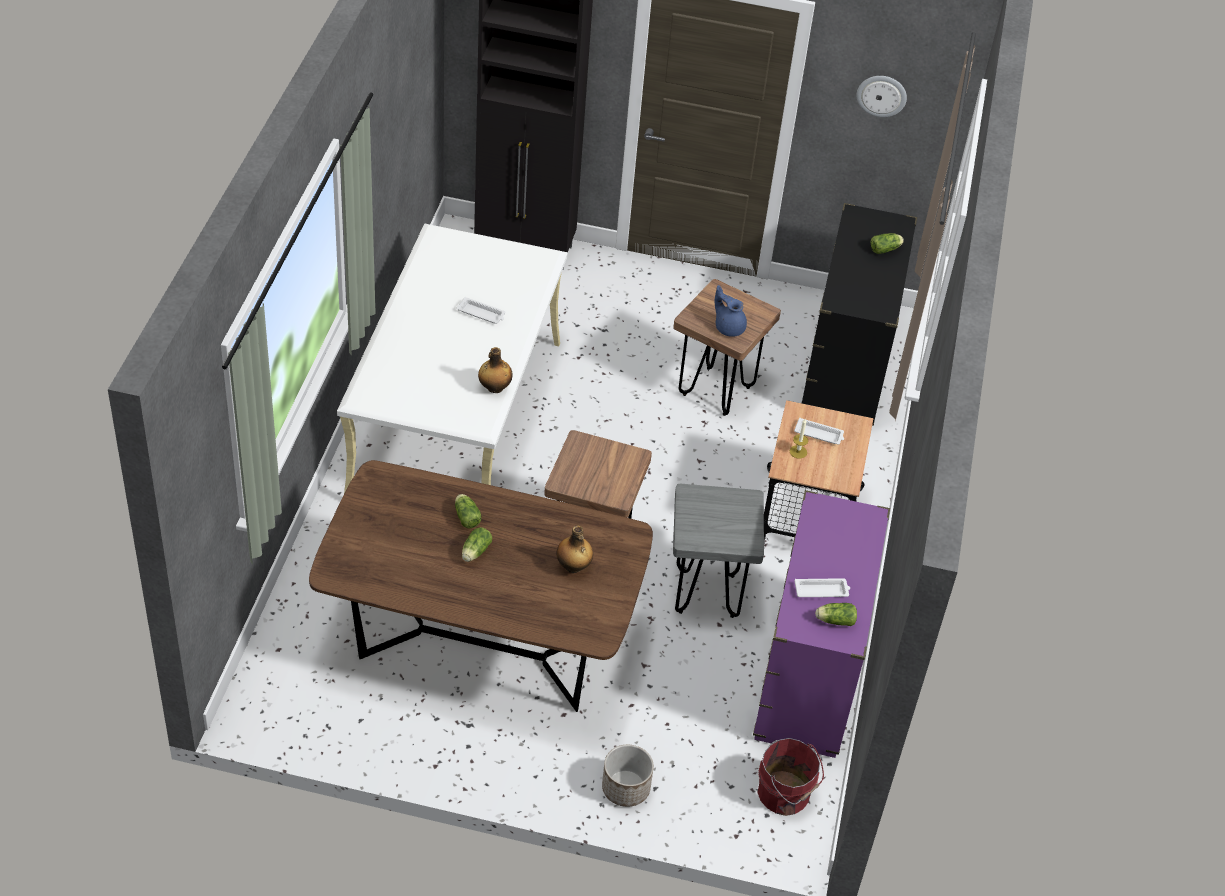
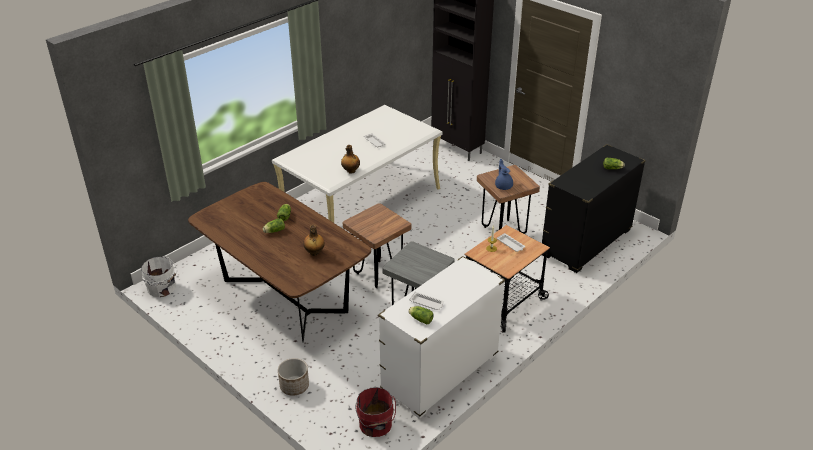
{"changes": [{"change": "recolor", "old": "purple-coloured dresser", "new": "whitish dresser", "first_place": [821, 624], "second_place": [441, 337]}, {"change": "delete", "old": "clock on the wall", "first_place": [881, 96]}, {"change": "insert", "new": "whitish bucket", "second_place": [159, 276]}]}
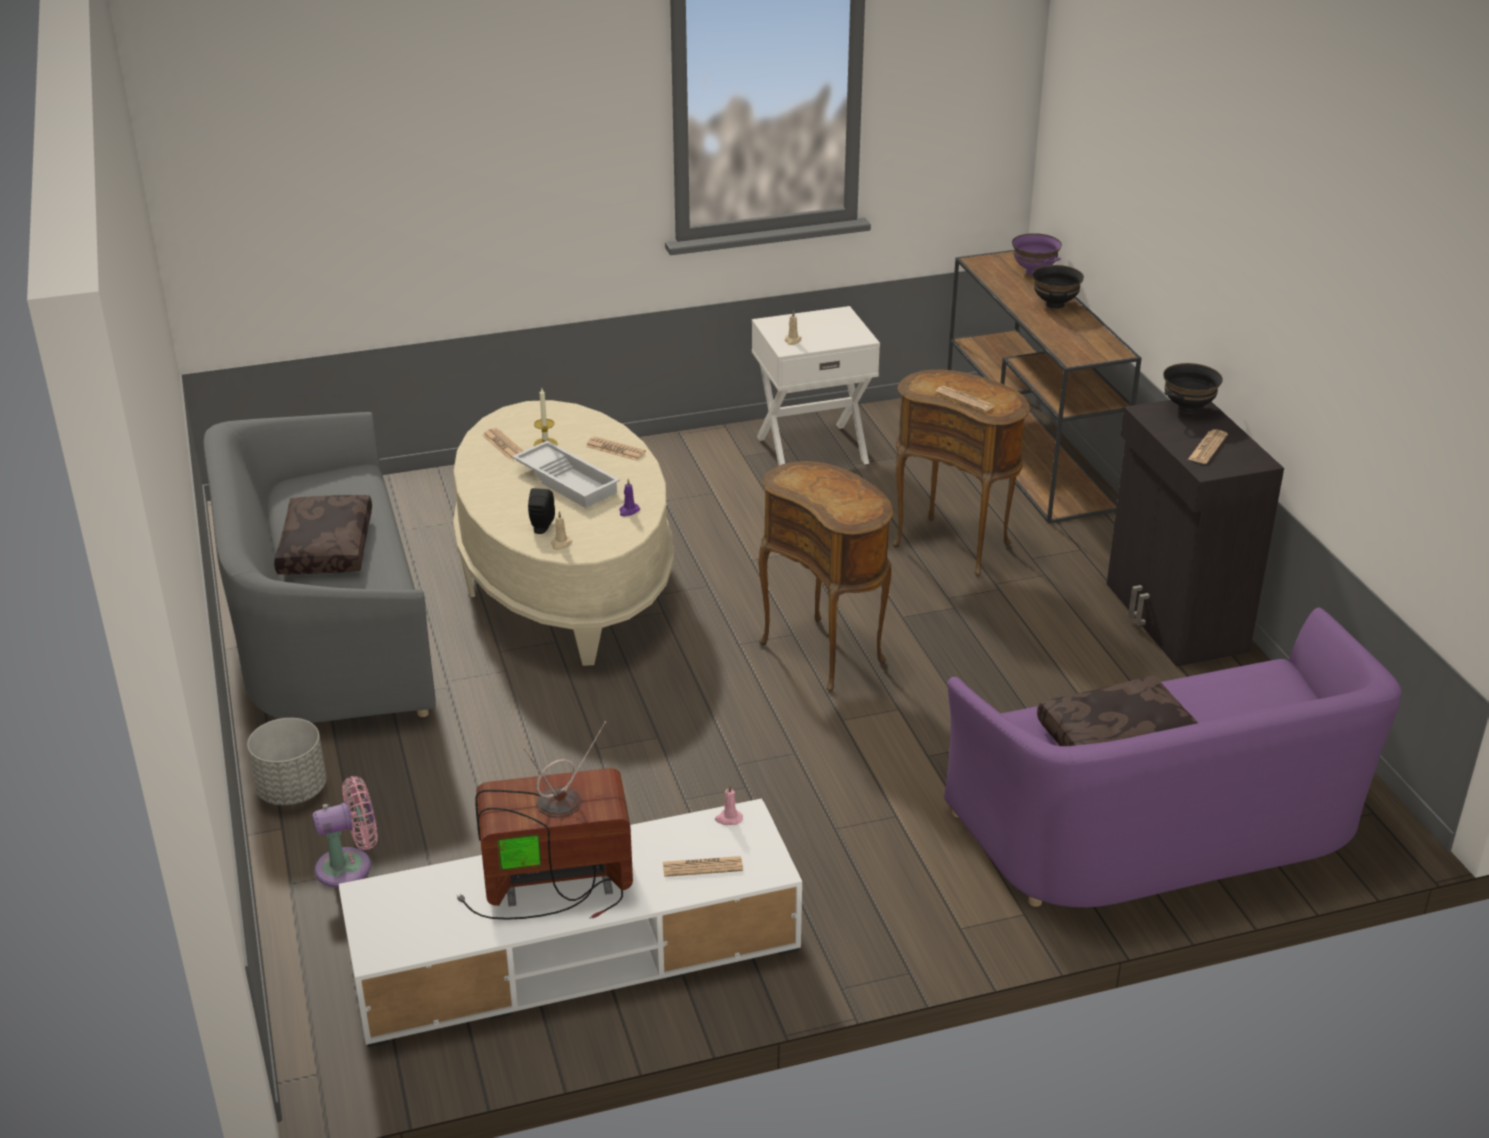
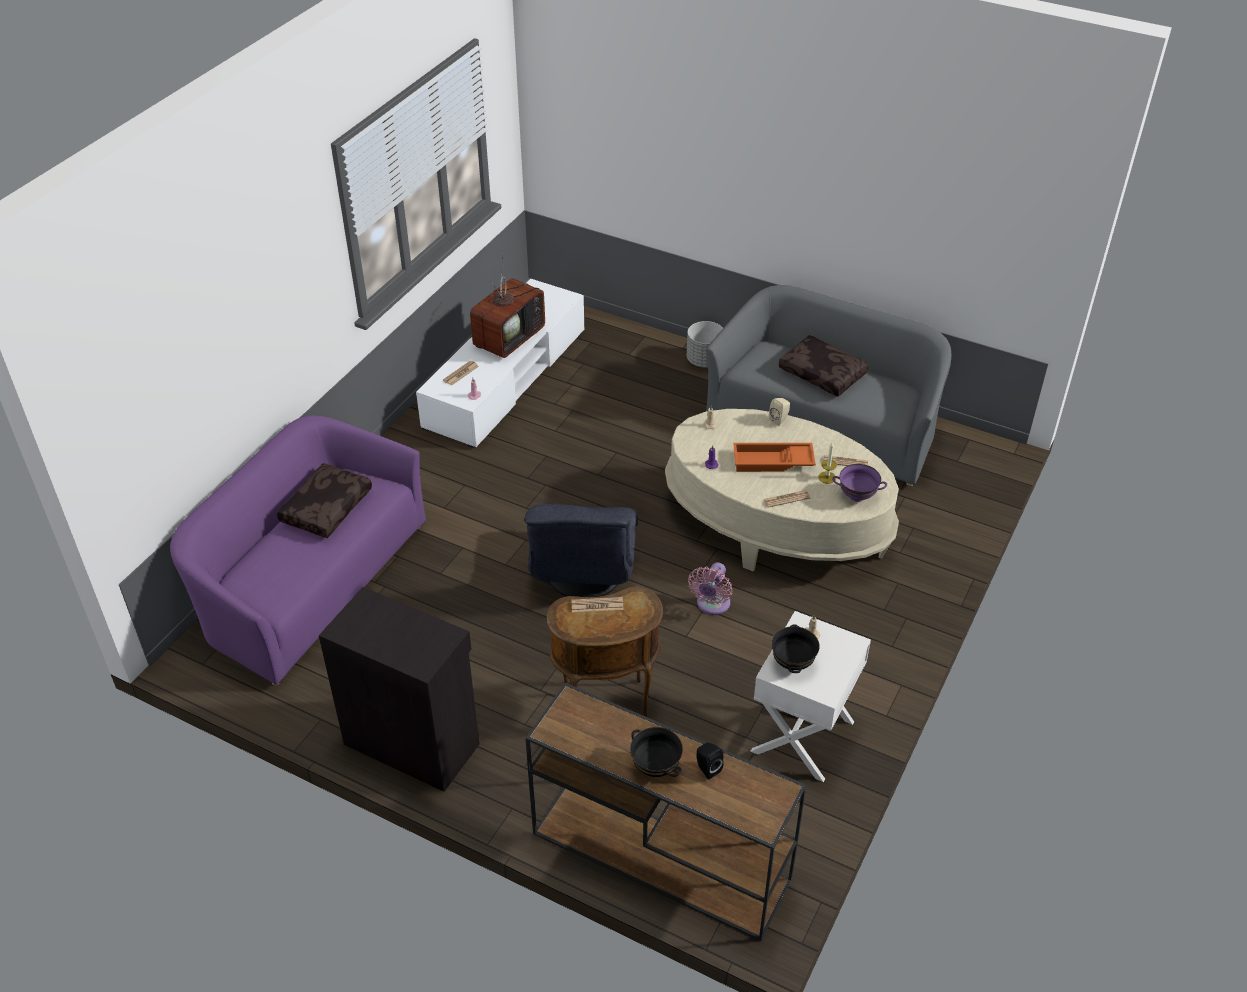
{"changes": [{"change": "move", "old": "pink-coloured fan", "first_place": [345, 832], "second_place": [710, 588]}, {"change": "recolor", "old": "whitish serving tray", "new": "orange-coloured serving tray", "first_place": [566, 474], "second_place": [774, 457]}, {"change": "move", "old": "black speaker", "first_place": [541, 511], "second_place": [710, 761]}, {"change": "replace", "old": "brownish end table", "new": "gray lounge chair", "first_place": [825, 576], "second_place": [581, 550]}, {"change": "move", "old": "purple-coloured serving bowl", "first_place": [1037, 254], "second_place": [859, 483]}, {"change": "move", "old": "black serving bowl", "first_place": [1193, 388], "second_place": [795, 648]}, {"change": "delete", "old": "daily paper", "first_place": [1208, 446]}, {"change": "insert", "new": "beige speaker", "second_place": [779, 412]}]}
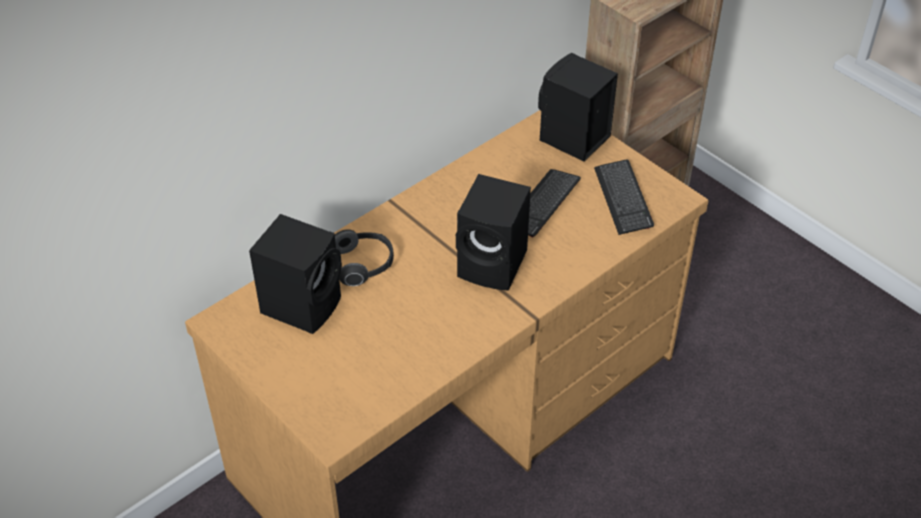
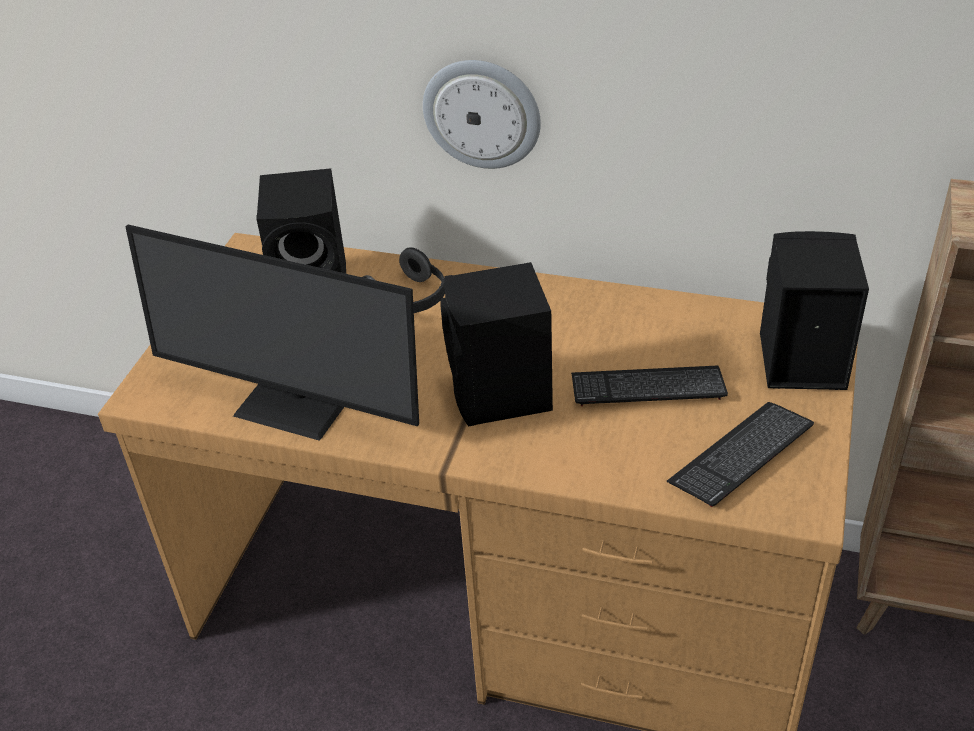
{"changes": [{"change": "insert", "new": "computer display", "second_place": [272, 333]}, {"change": "insert", "new": "clock on the wall", "second_place": [482, 114]}]}
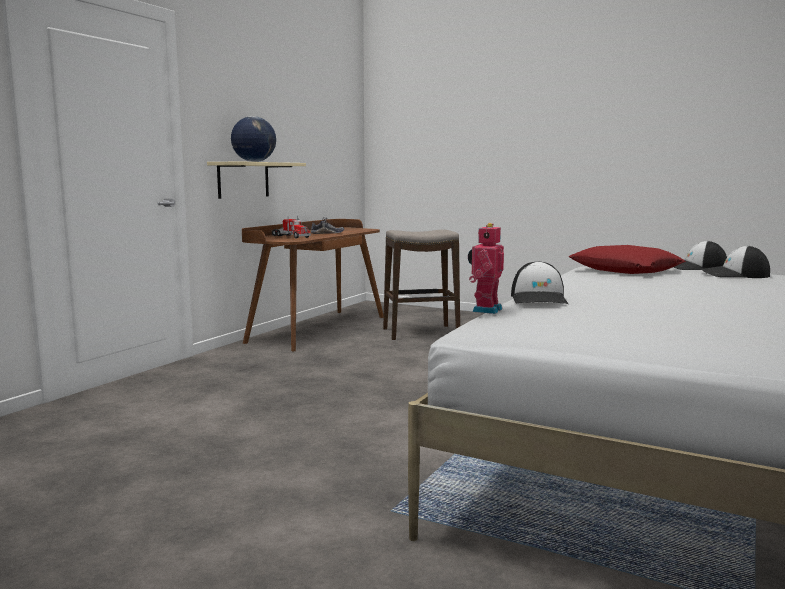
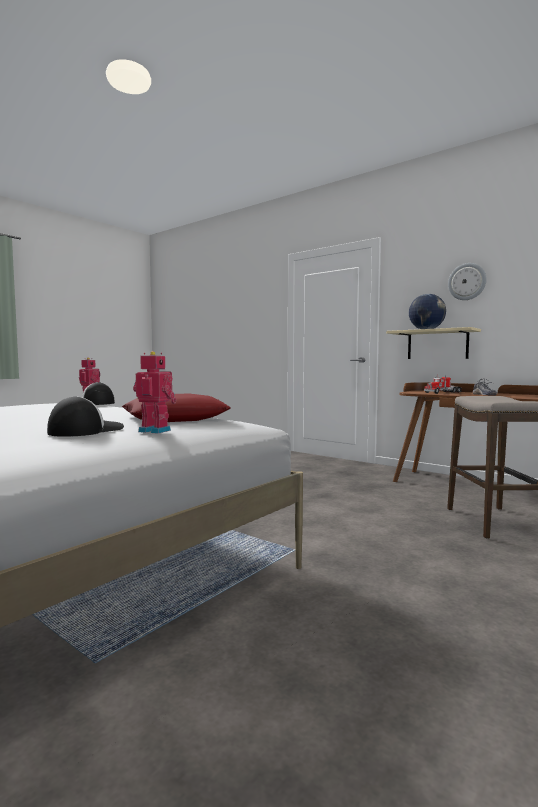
{"changes": [{"change": "replace", "old": "baseball cap", "new": "model robot", "first_place": [700, 255], "second_place": [155, 392]}, {"change": "insert", "new": "clock on the wall", "second_place": [467, 281]}]}
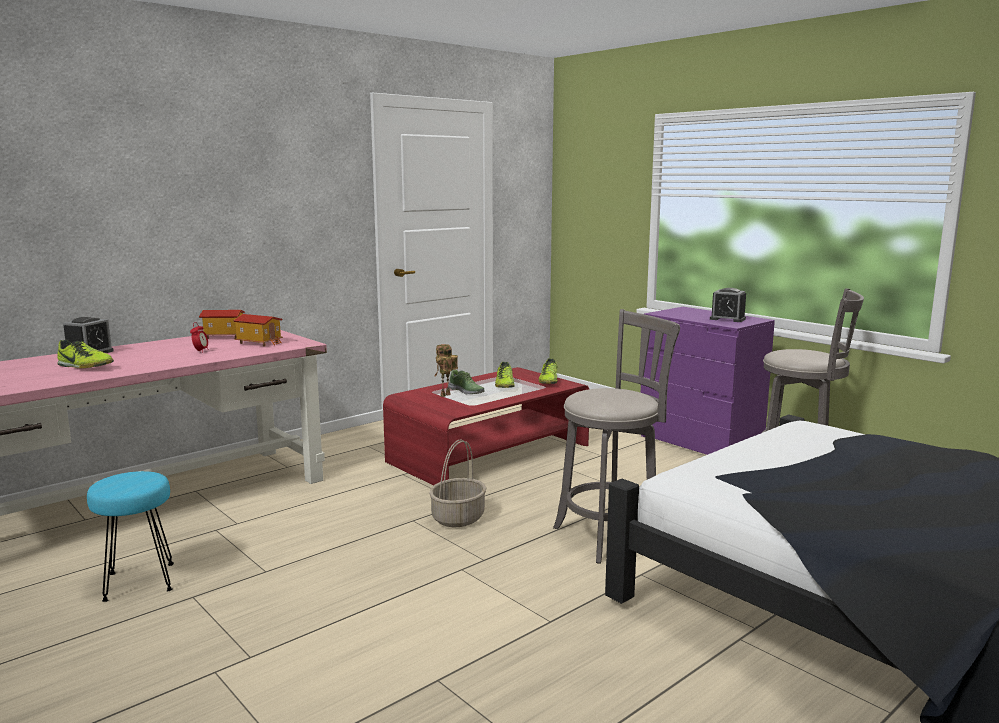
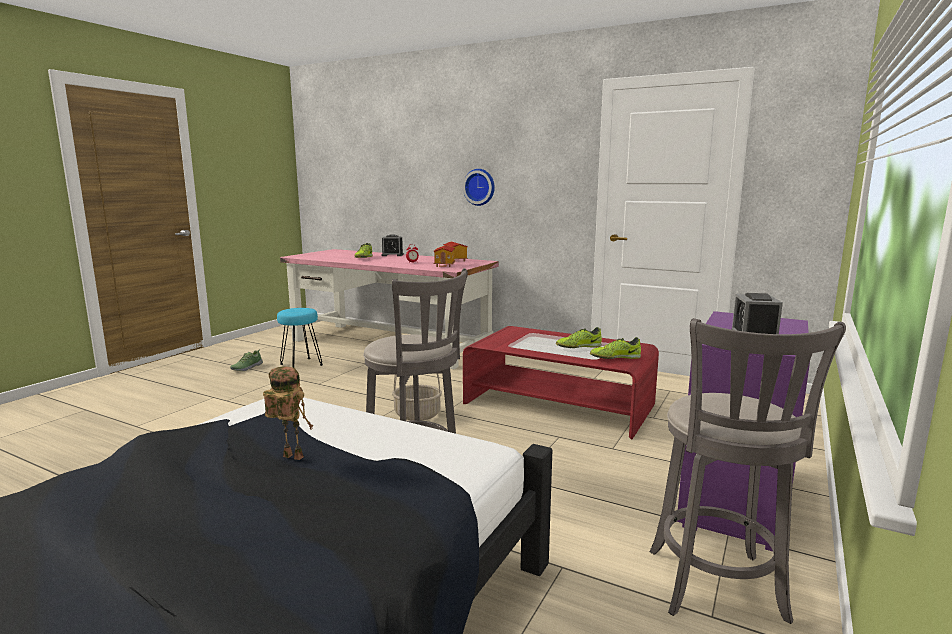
{"changes": [{"change": "move", "old": "model robot", "first_place": [446, 370], "second_place": [288, 413]}, {"change": "move", "old": "item of footwear", "first_place": [466, 382], "second_place": [246, 360]}, {"change": "insert", "new": "clock on the wall", "second_place": [479, 187]}]}
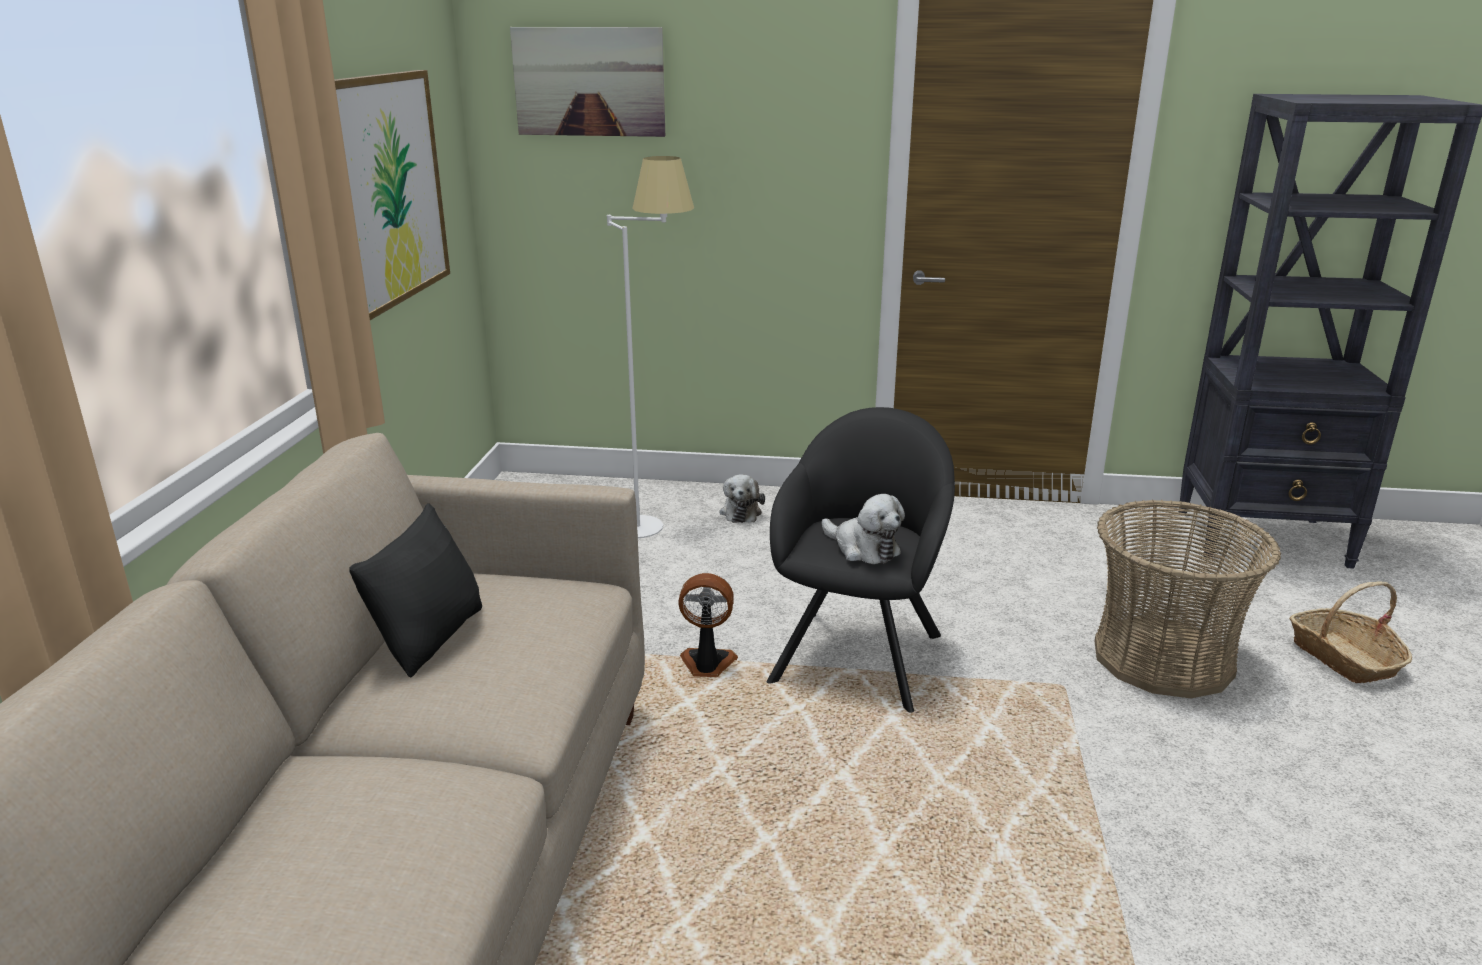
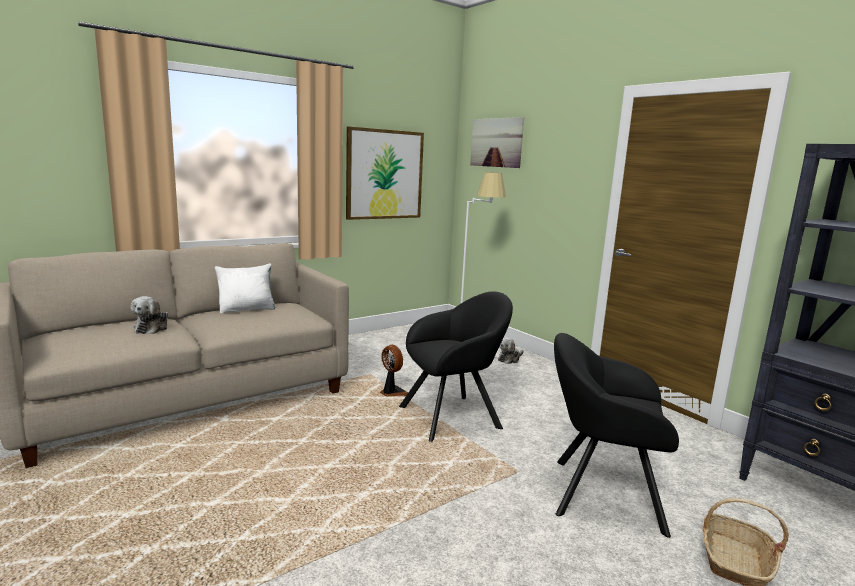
{"changes": [{"change": "recolor", "old": "black throw pillow", "new": "whitish throw pillow", "first_place": [416, 590], "second_place": [245, 288]}, {"change": "move", "old": "plush toy", "first_place": [863, 529], "second_place": [149, 315]}, {"change": "replace", "old": "storage basket", "new": "black lounge chair", "first_place": [1187, 599], "second_place": [616, 435]}]}
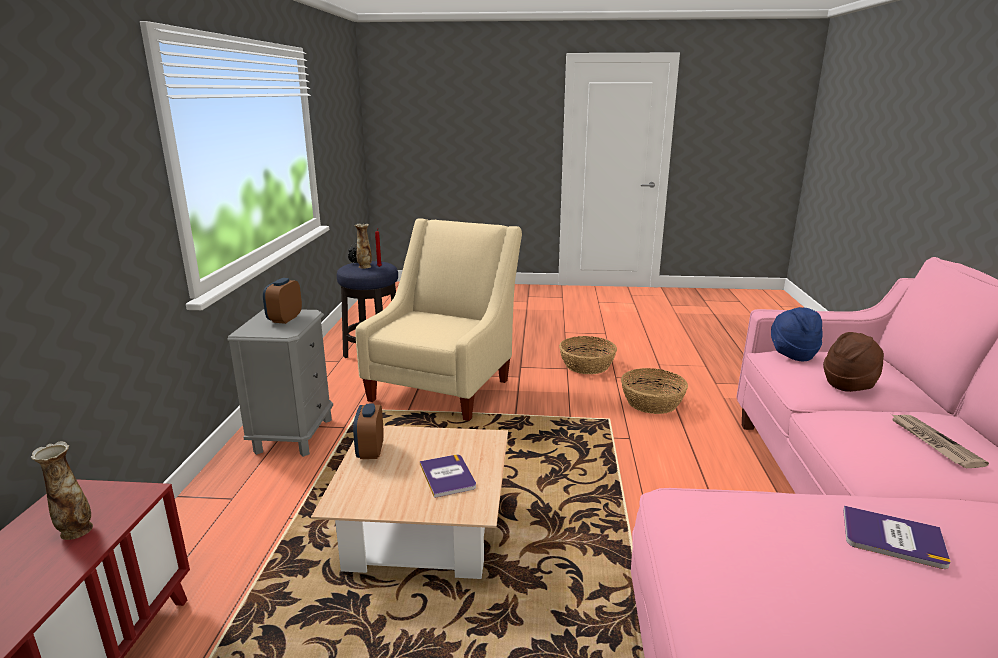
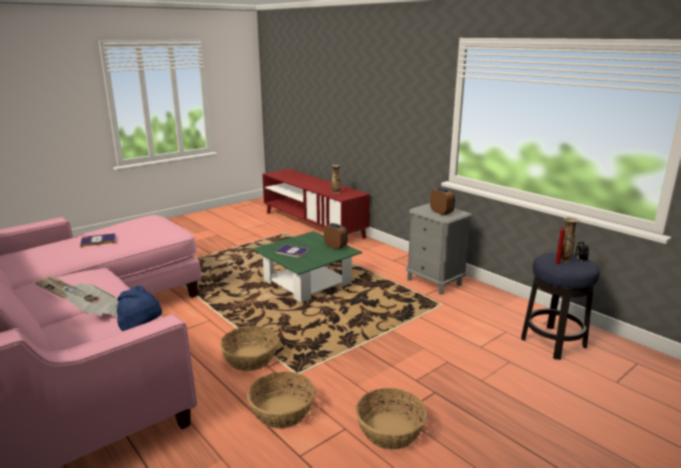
{"changes": [{"change": "recolor", "old": "beige lounge table", "new": "green-coloured lounge table", "first_place": [409, 502], "second_place": [307, 266]}, {"change": "delete", "old": "beige lounge chair", "first_place": [439, 319]}, {"change": "replace", "old": "brownish hat", "new": "daily paper", "first_place": [853, 362], "second_place": [90, 300]}, {"change": "insert", "new": "storage basket", "second_place": [249, 348]}]}
